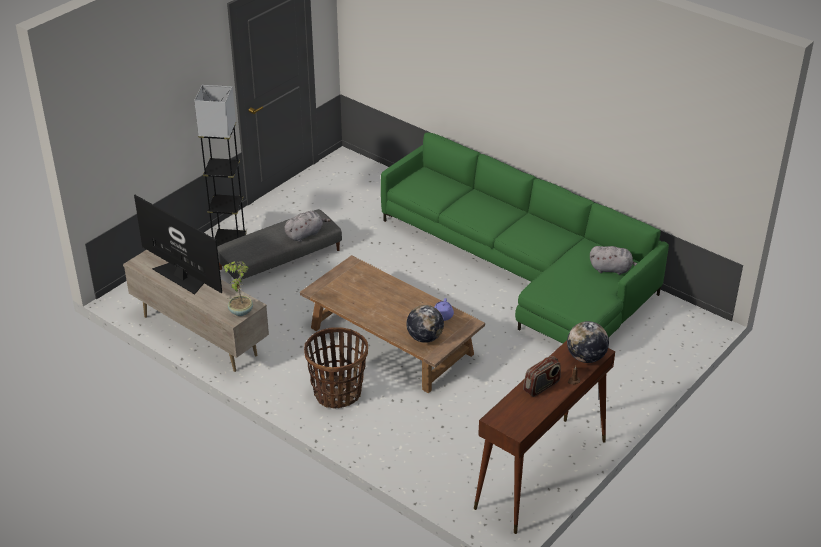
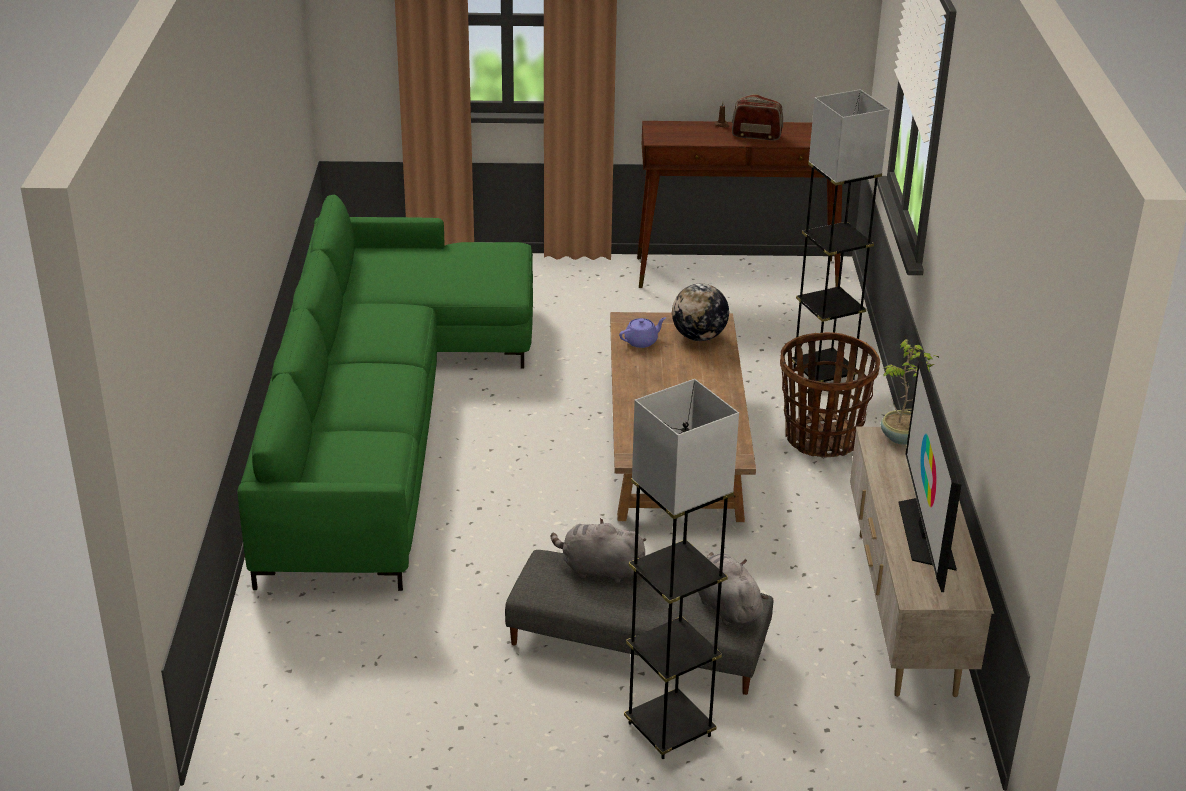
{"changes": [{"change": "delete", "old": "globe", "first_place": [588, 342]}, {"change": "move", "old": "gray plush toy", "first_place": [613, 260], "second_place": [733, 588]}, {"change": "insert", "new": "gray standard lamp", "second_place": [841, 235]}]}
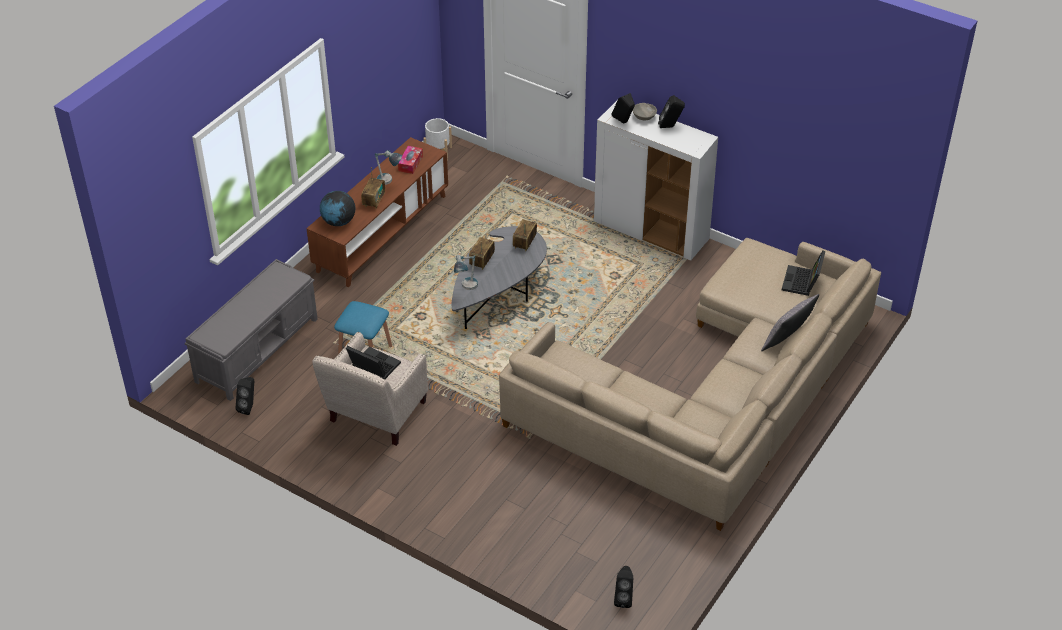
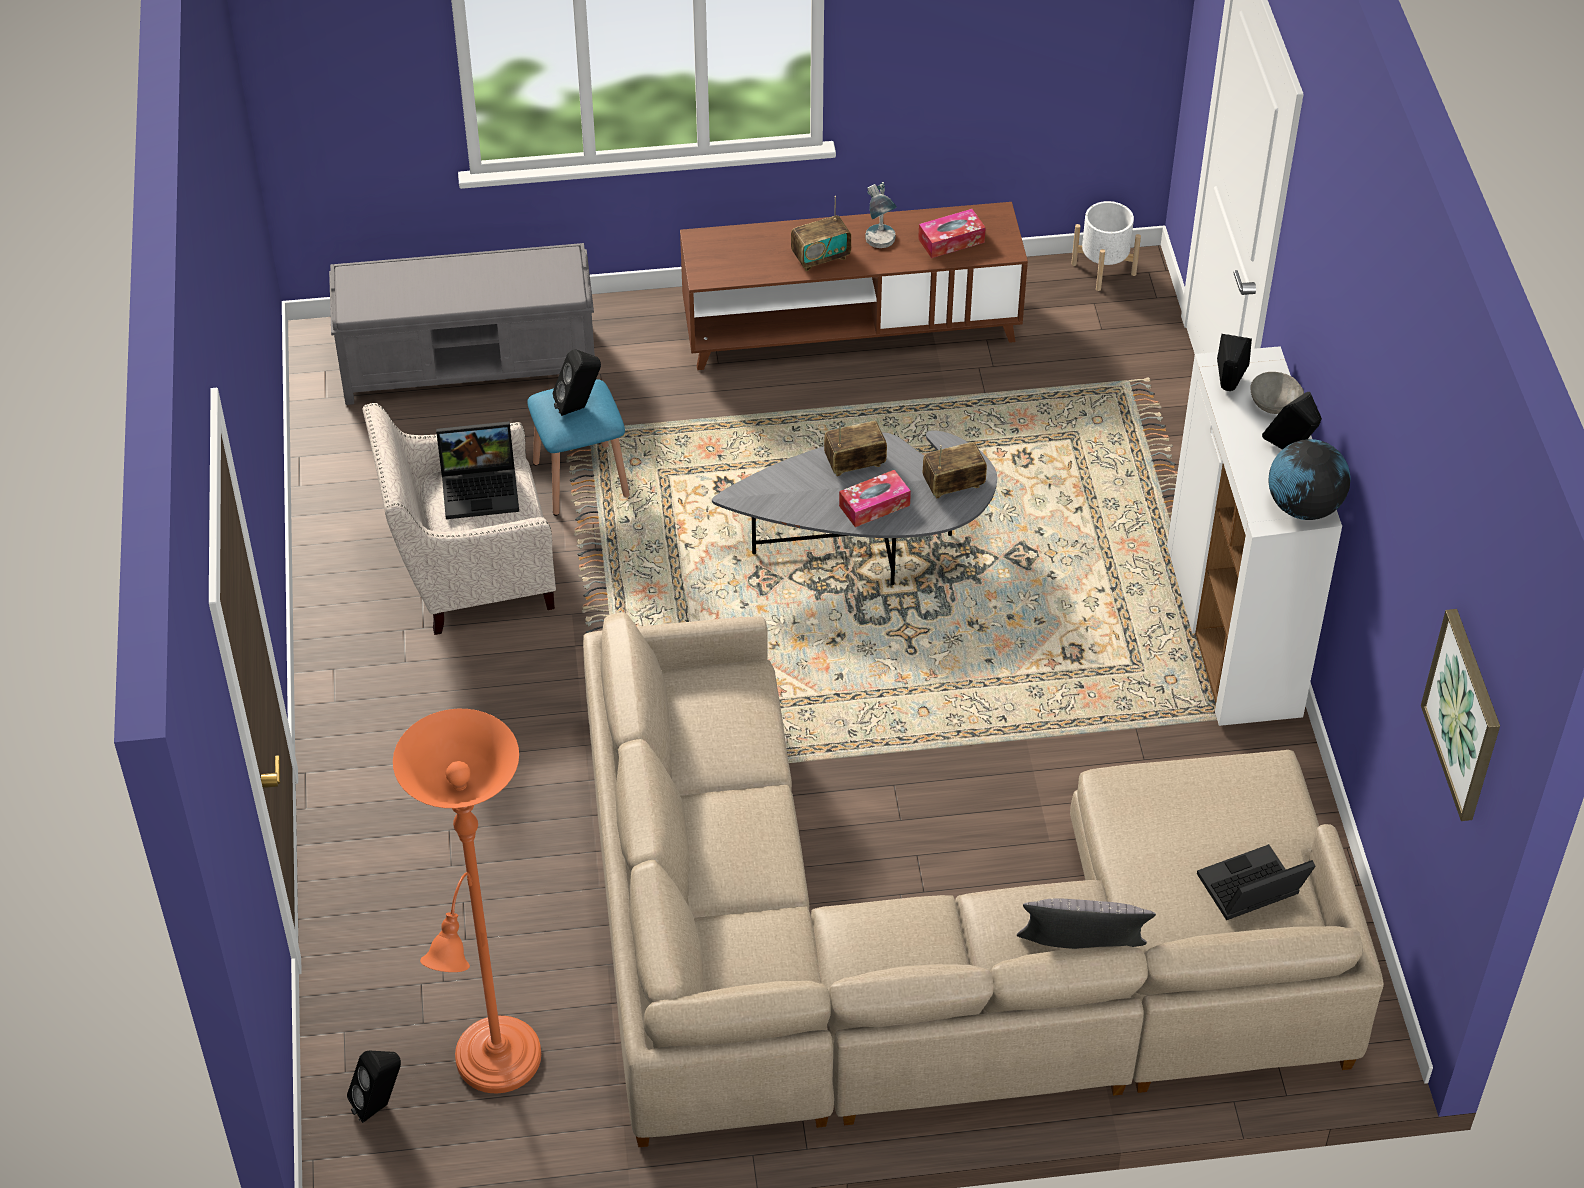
{"changes": [{"change": "move", "old": "black speaker", "first_place": [245, 396], "second_place": [577, 382]}, {"change": "move", "old": "globe", "first_place": [337, 208], "second_place": [1309, 479]}, {"change": "rotate", "old": "laptop", "first_place": [373, 362], "second_place": [477, 470], "degrees": 90}, {"change": "delete", "old": "lamp for a table", "first_place": [466, 272]}, {"change": "insert", "new": "orange-coloured standard lamp", "second_place": [467, 901]}, {"change": "insert", "new": "box of tissues", "second_place": [875, 498]}, {"change": "insert", "new": "wall art", "second_place": [1460, 715]}]}
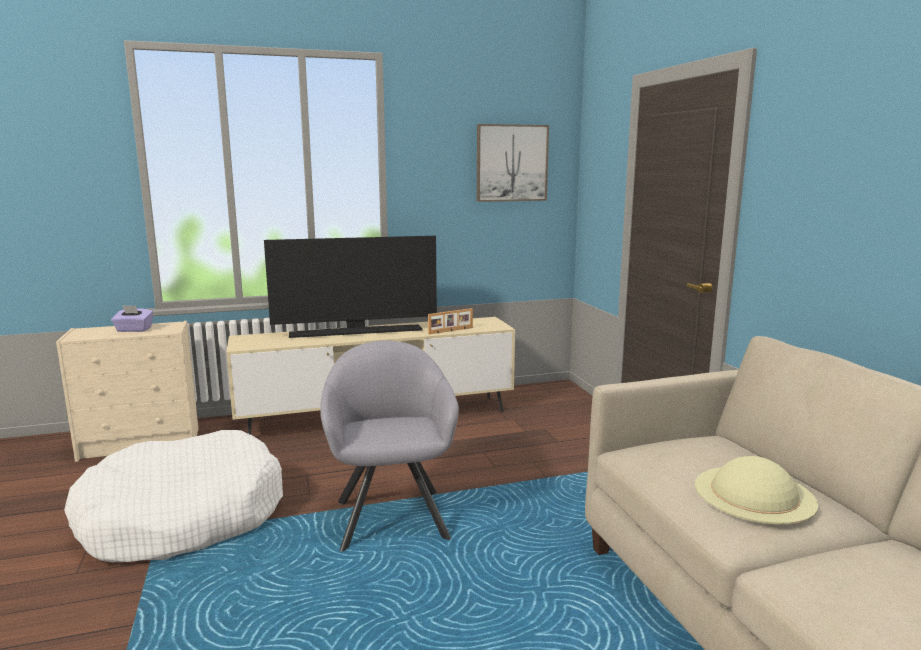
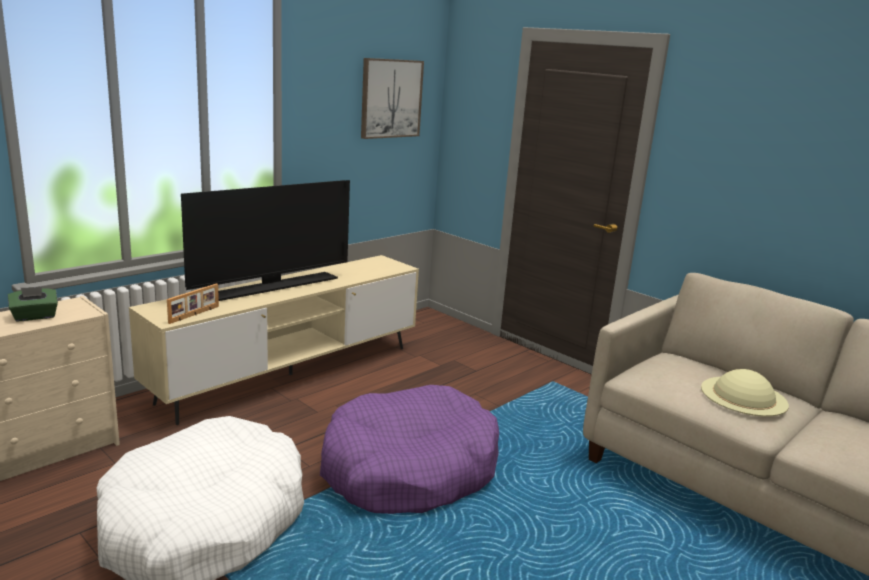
{"changes": [{"change": "recolor", "old": "purple-coloured box of tissues", "new": "green-coloured box of tissues", "first_place": [132, 318], "second_place": [33, 303]}, {"change": "replace", "old": "gray lounge chair", "new": "purple-coloured pet bed", "first_place": [389, 446], "second_place": [409, 449]}, {"change": "move", "old": "standing frame", "first_place": [450, 321], "second_place": [193, 304]}]}
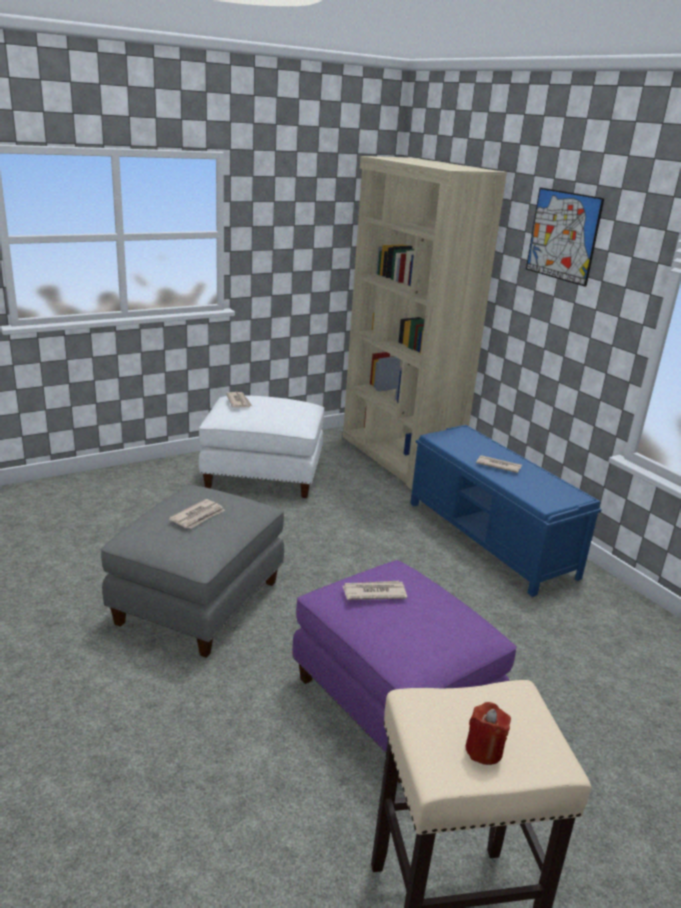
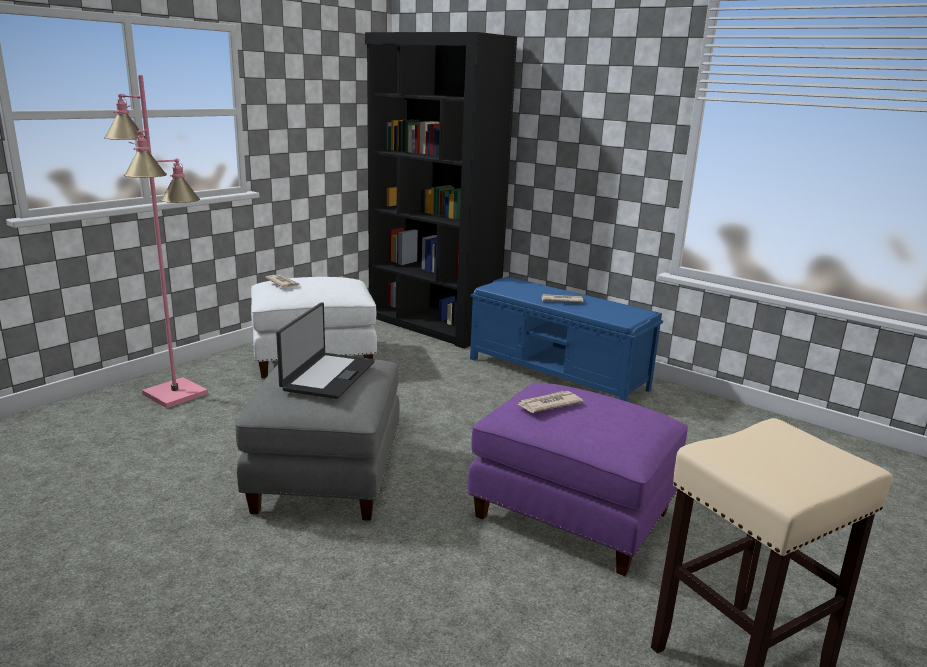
{"changes": [{"change": "replace", "old": "daily paper", "new": "laptop", "first_place": [197, 514], "second_place": [325, 350]}, {"change": "recolor", "old": "beige bookshelf", "new": "black bookshelf", "first_place": [425, 323], "second_place": [441, 190]}, {"change": "delete", "old": "reddish wax candle", "first_place": [488, 733]}, {"change": "delete", "old": "wall art", "first_place": [565, 237]}, {"change": "insert", "new": "pink-coloured standard lamp", "second_place": [156, 241]}]}
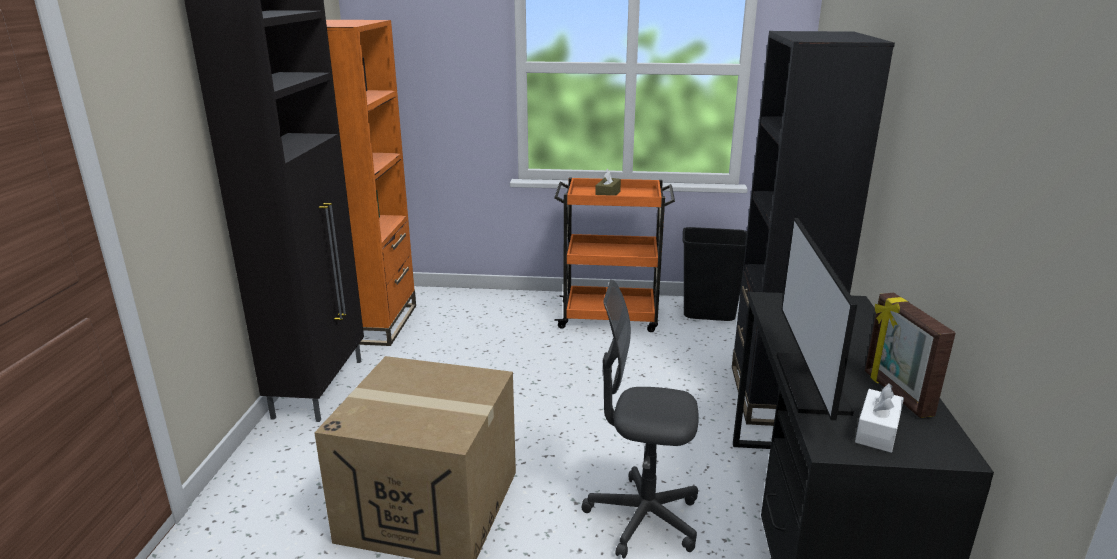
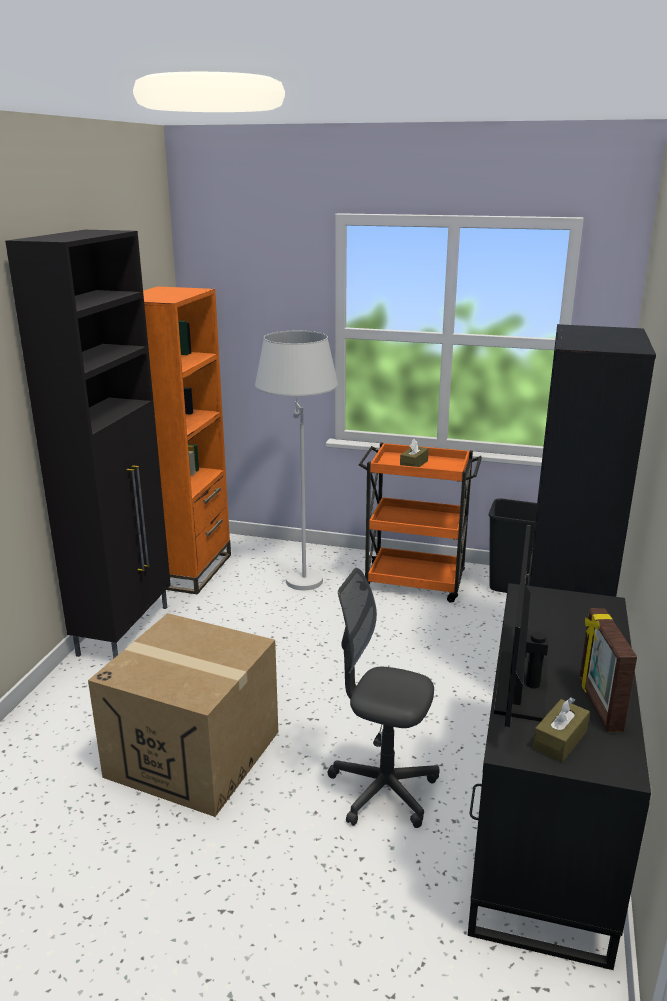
{"changes": [{"change": "recolor", "old": "whitish box of tissues", "new": "brownish box of tissues", "first_place": [879, 418], "second_place": [561, 729]}, {"change": "insert", "new": "whitish standard lamp", "second_place": [296, 460]}]}
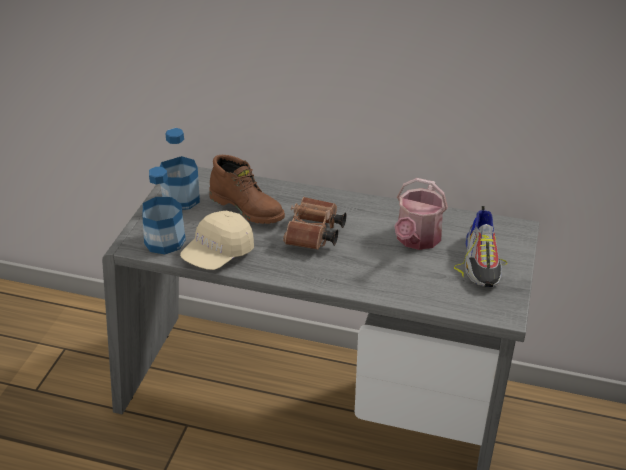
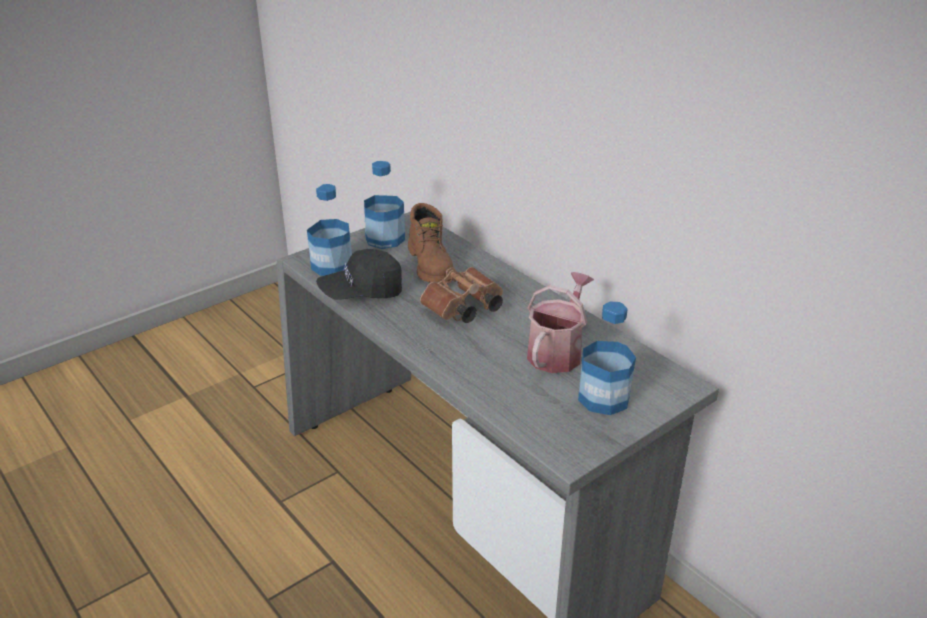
{"changes": [{"change": "recolor", "old": "beige baseball cap", "new": "black baseball cap", "first_place": [217, 240], "second_place": [359, 274]}, {"change": "rotate", "old": "sprinkling can", "first_place": [421, 214], "second_place": [560, 322], "degrees": 150}, {"change": "replace", "old": "item of footwear", "new": "beverage bottle", "first_place": [480, 246], "second_place": [607, 358]}]}
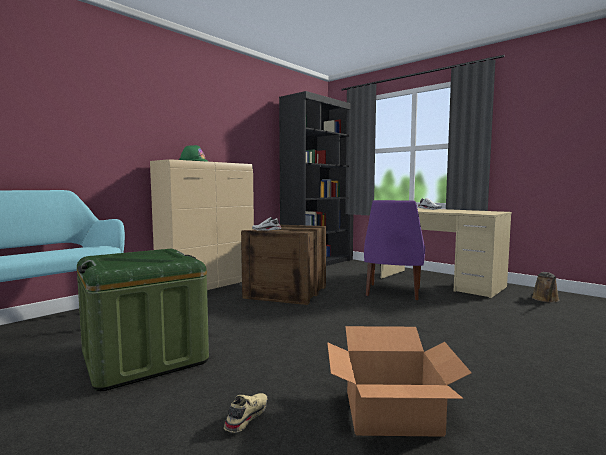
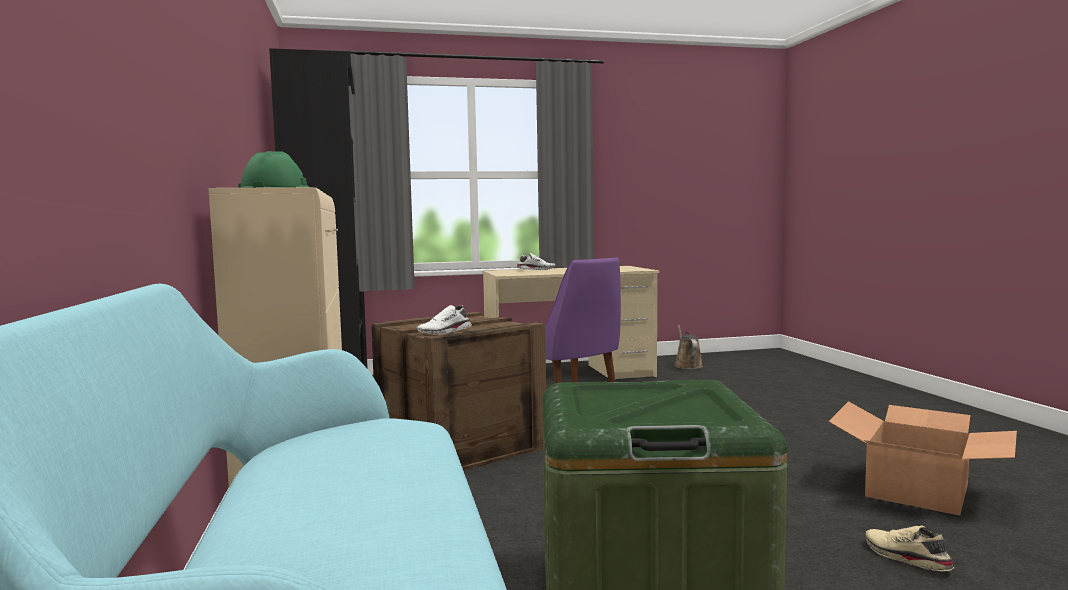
{"changes": [{"change": "rotate", "old": "brownish sprinkling can", "first_place": [545, 287], "second_place": [688, 347], "degrees": -150}]}
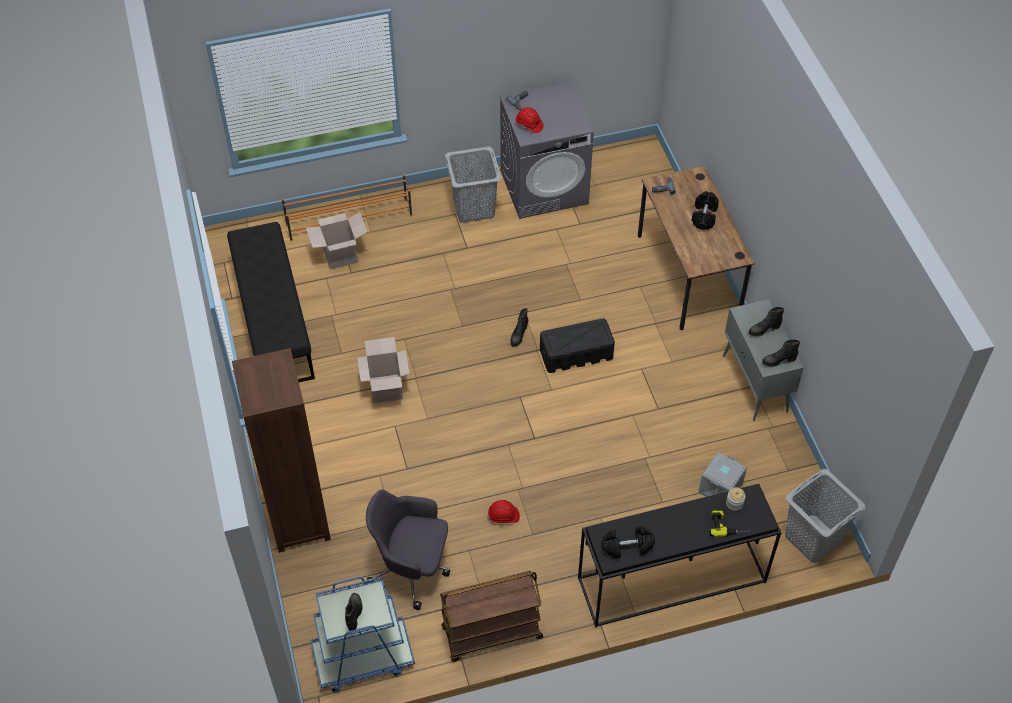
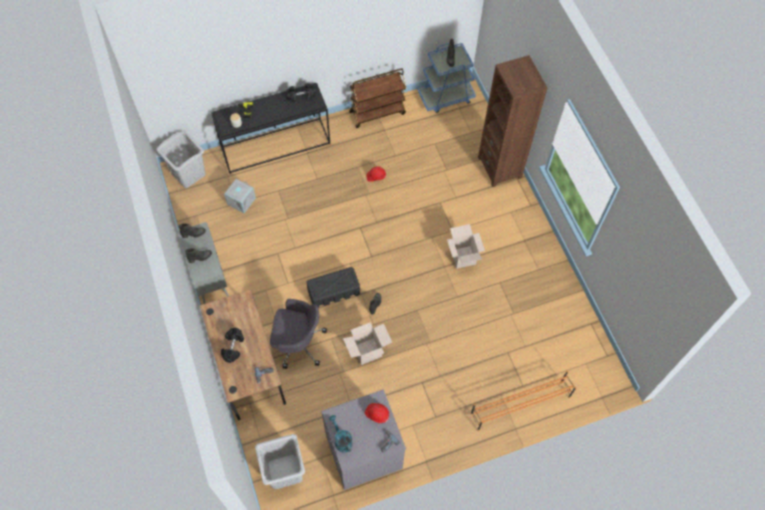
{"changes": [{"change": "delete", "old": "black bench", "first_place": [271, 302]}, {"change": "move", "old": "packing box", "first_place": [336, 241], "second_place": [367, 343]}, {"change": "move", "old": "gray office chair", "first_place": [408, 550], "second_place": [298, 334]}, {"change": "move", "old": "gray washing basket", "first_place": [473, 184], "second_place": [280, 461]}, {"change": "insert", "new": "turquoise sprinkling can", "second_place": [341, 433]}]}
